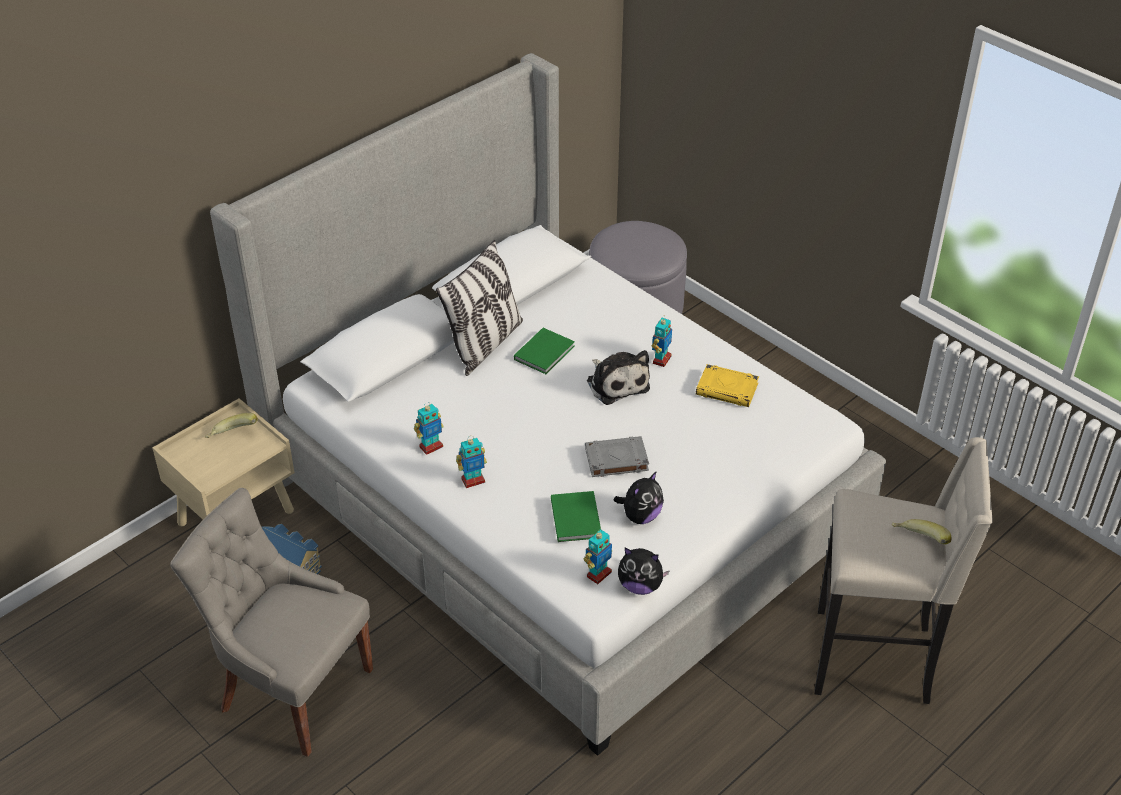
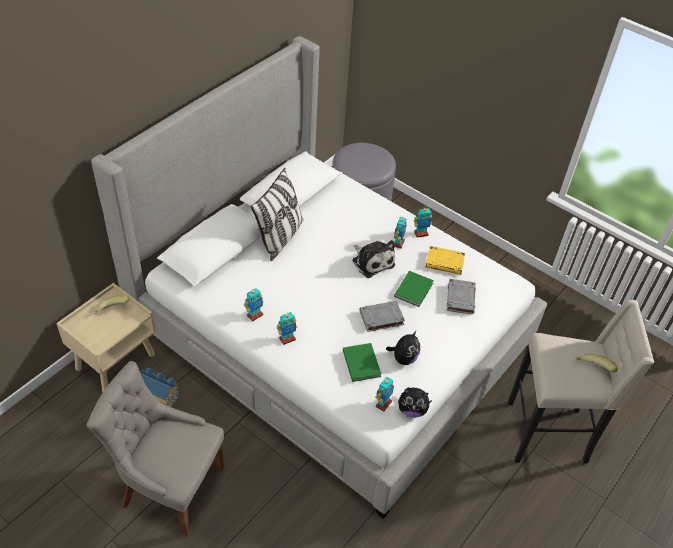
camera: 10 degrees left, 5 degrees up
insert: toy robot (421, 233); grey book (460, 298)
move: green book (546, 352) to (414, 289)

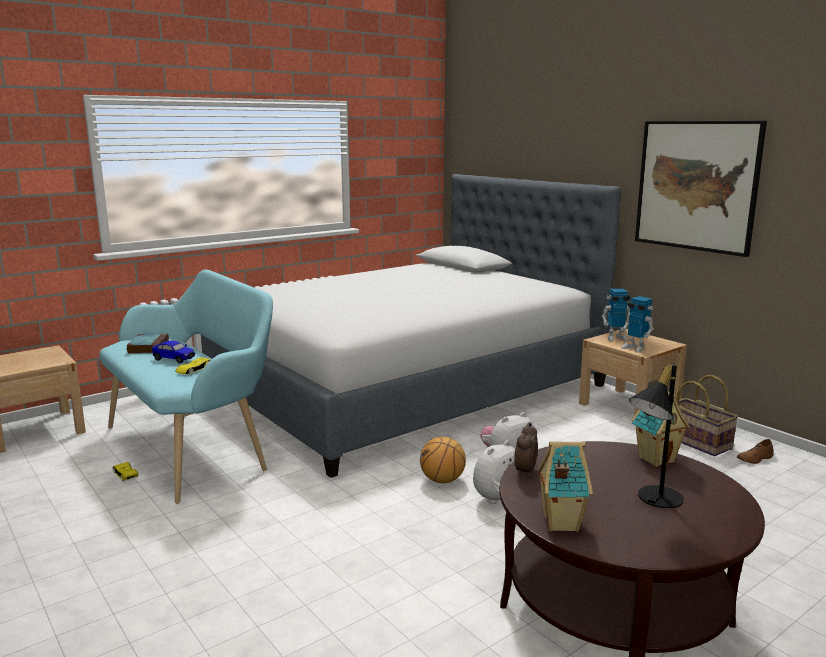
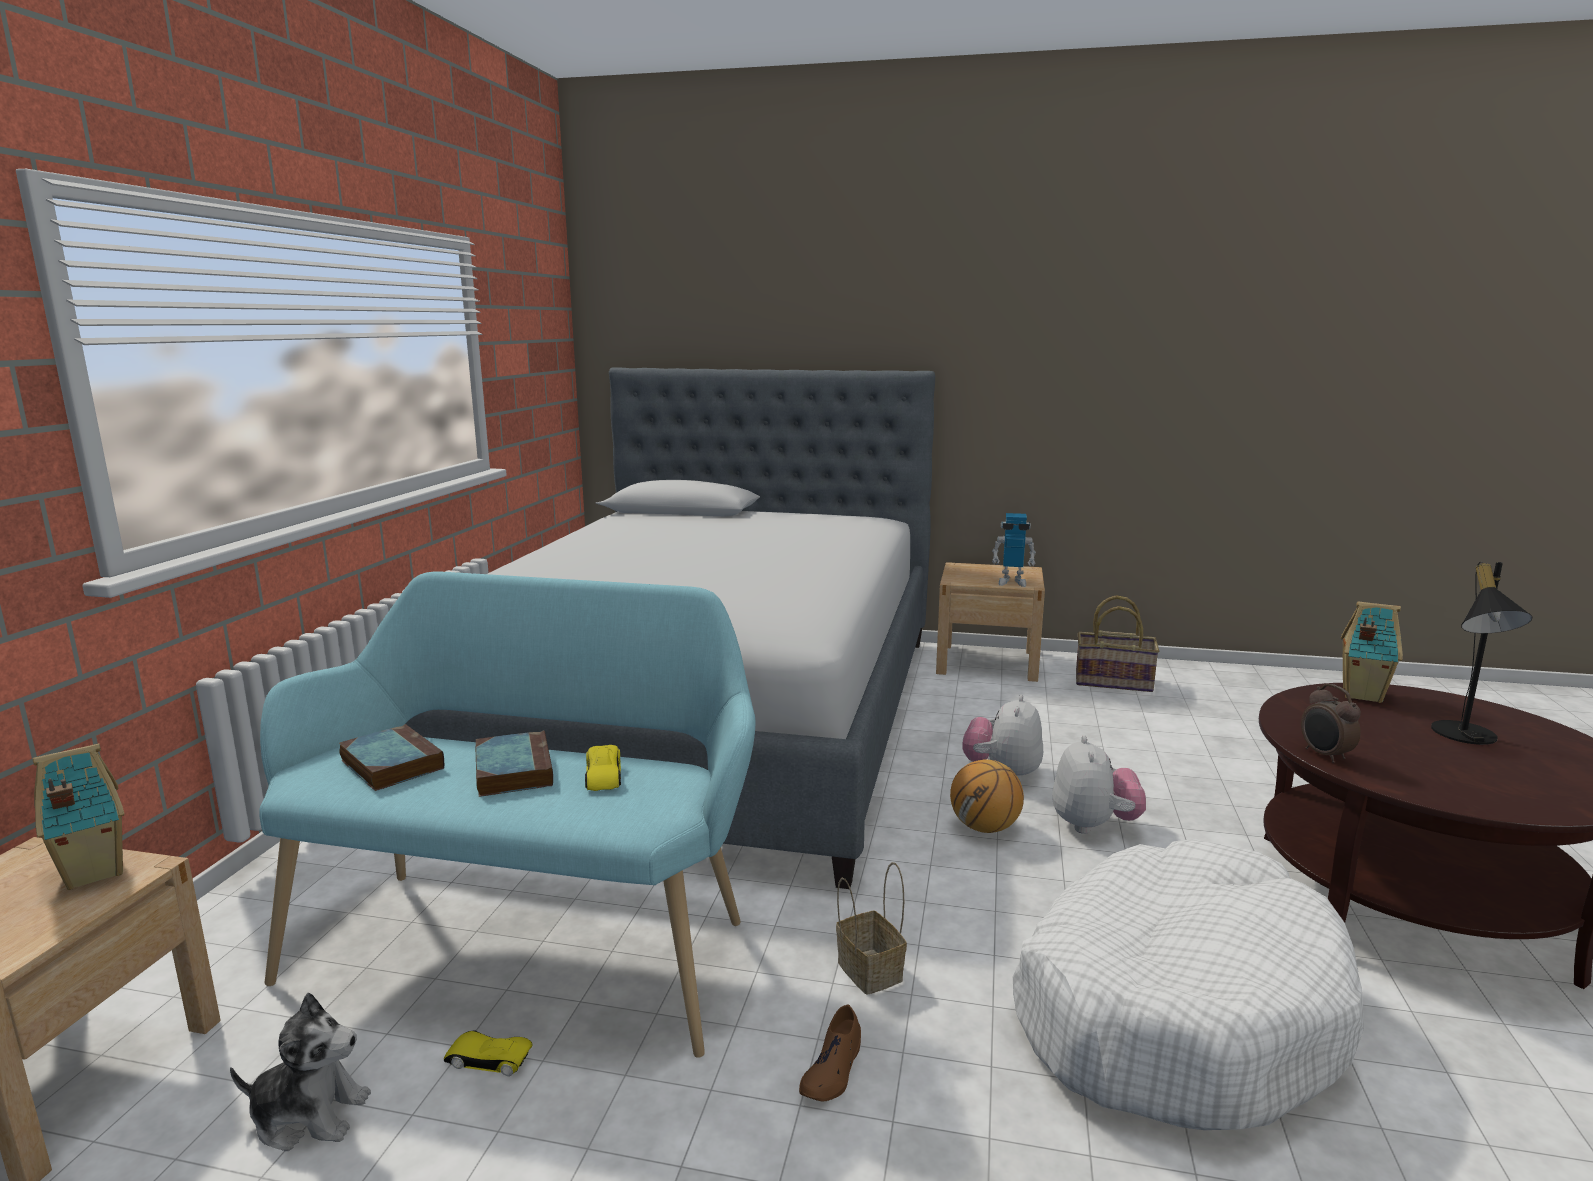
camera: 40 degrees left, 0 degrees up
delete: toy robot (615, 338); picture (696, 186)
insert: plush toy (309, 1115); basket (867, 970); white dog bed (1175, 1010)
move: toy house (560, 523) to (91, 873); brown shoe (755, 458) to (832, 1069)
replace: toy car (174, 359) to book (513, 769)

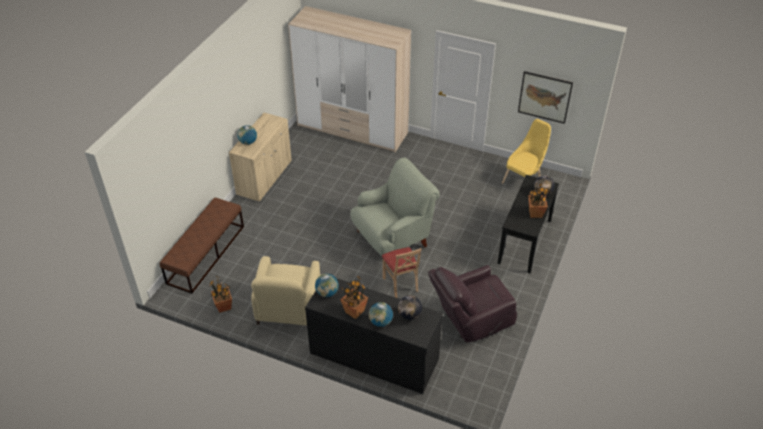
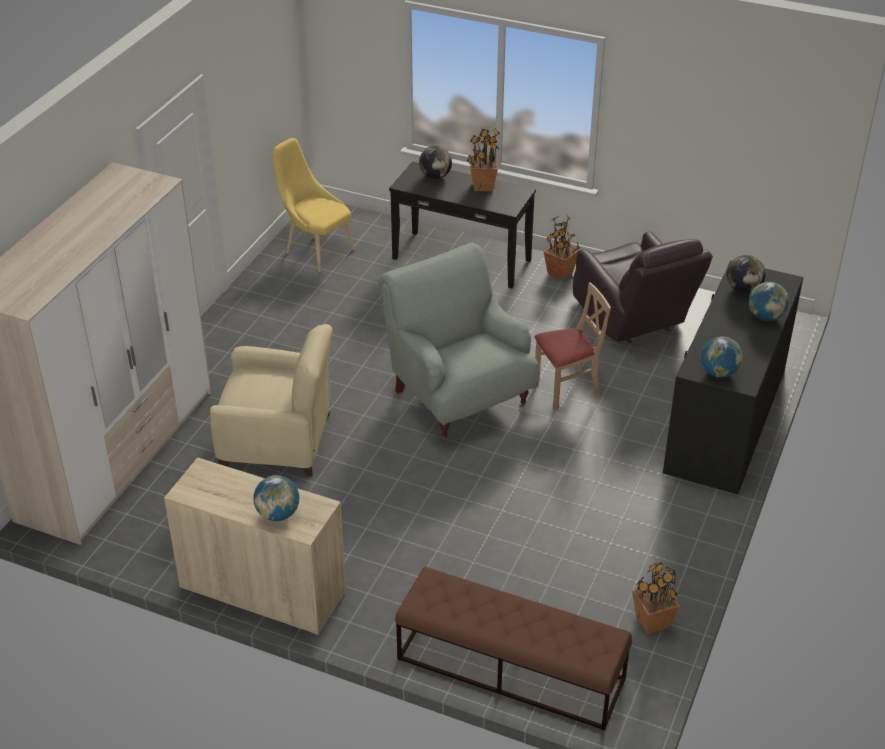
camera: 90 degrees left, 5 degrees down
delete: picture (545, 97)
move: beige armchair (288, 308) to (278, 441); potted plant (354, 311) to (560, 273)

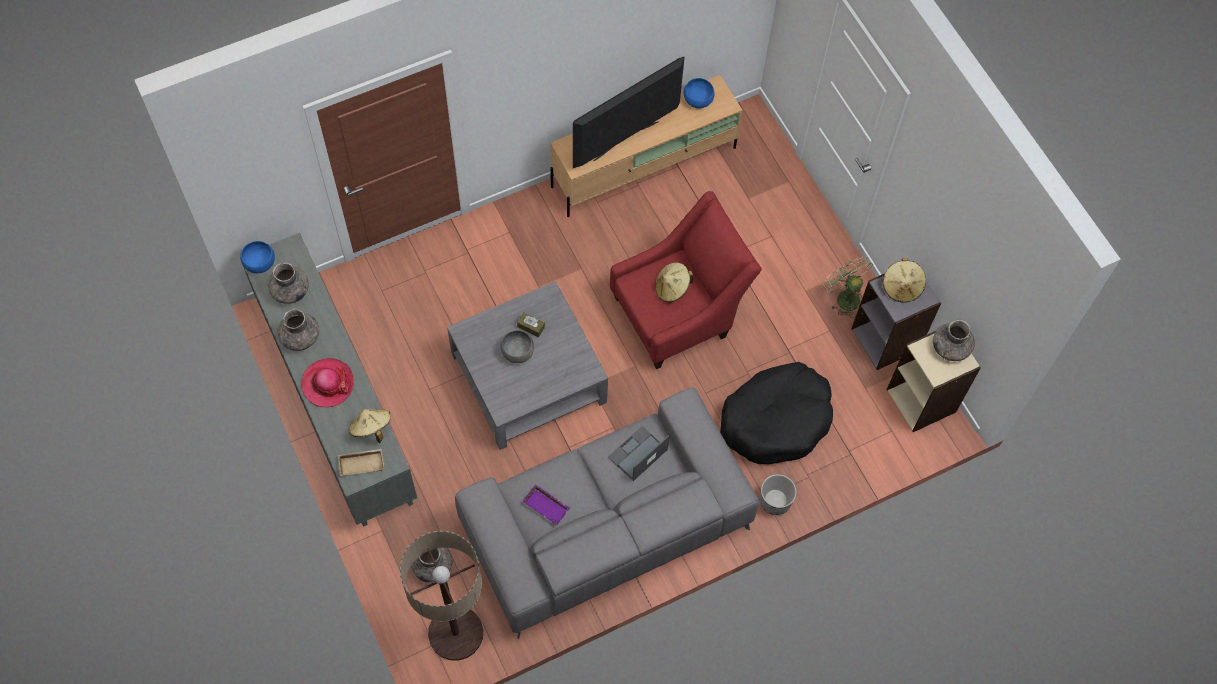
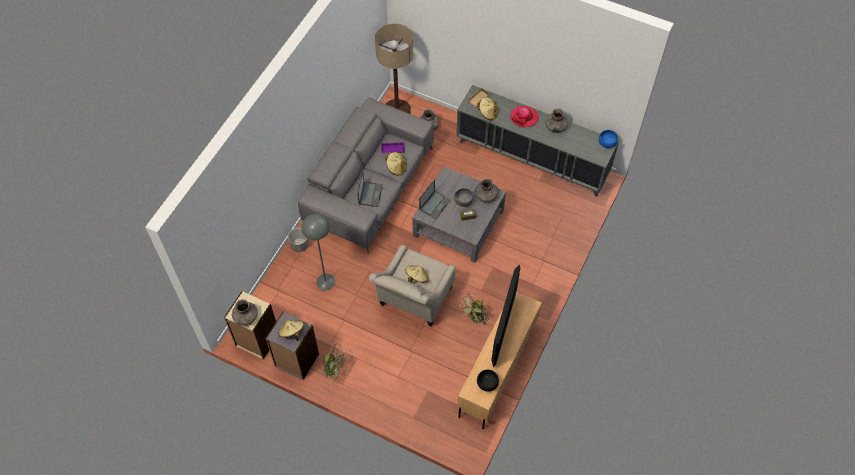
camera: 145 degrees right, 5 degrees down
insert: beige hat (396, 168); laptop (435, 204); green fan (475, 318)
move: grey vase (290, 291) to (486, 195)
replace: black dog bed (776, 419) to grey floor lamp (325, 281)
recolor: red armchair (678, 313) to beige armchair (413, 300); blue bowl (698, 100) to black bowl (487, 384)

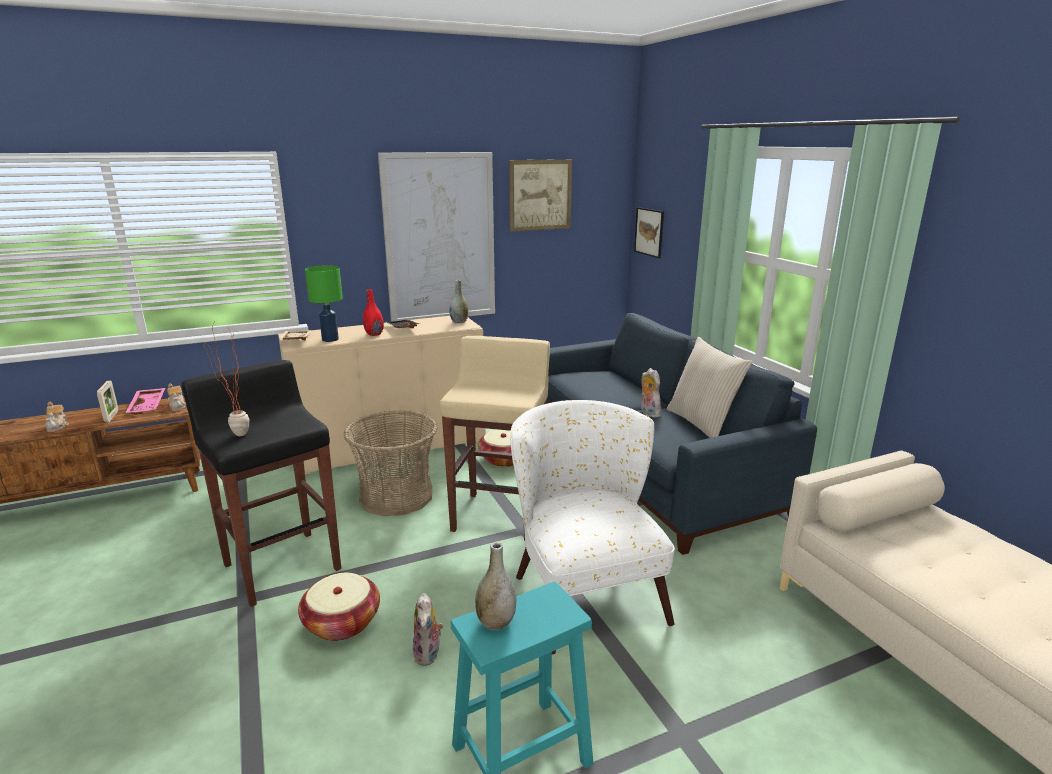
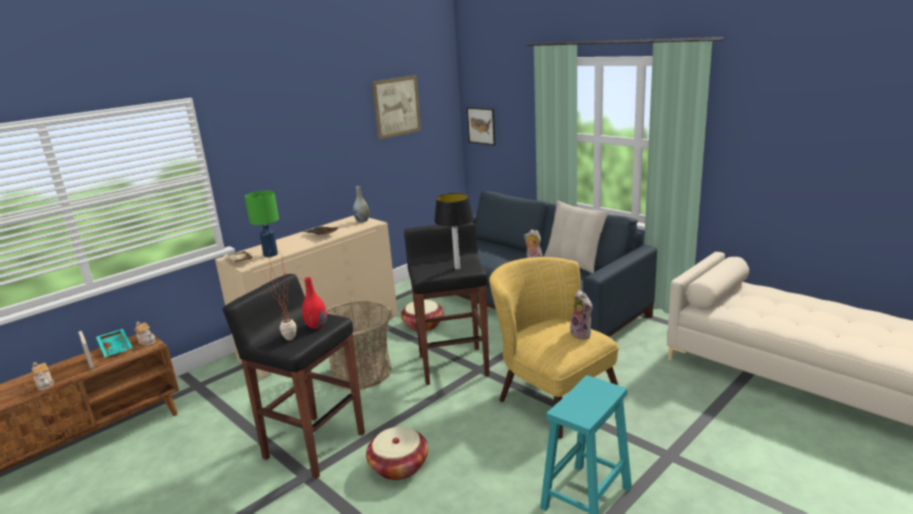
camera: 20 degrees left, 0 degrees up
delete: picture (440, 238); grey vase (496, 622)
insert: table lamp (457, 268)
move: red vase (374, 334) to (316, 326); plush toy (429, 654) to (582, 334)
recolor: pink tray (148, 406) to turquoise tray (116, 347); beige stool (499, 515) to black stool (453, 365); white armchair (583, 589) to yellow armchair (550, 395)

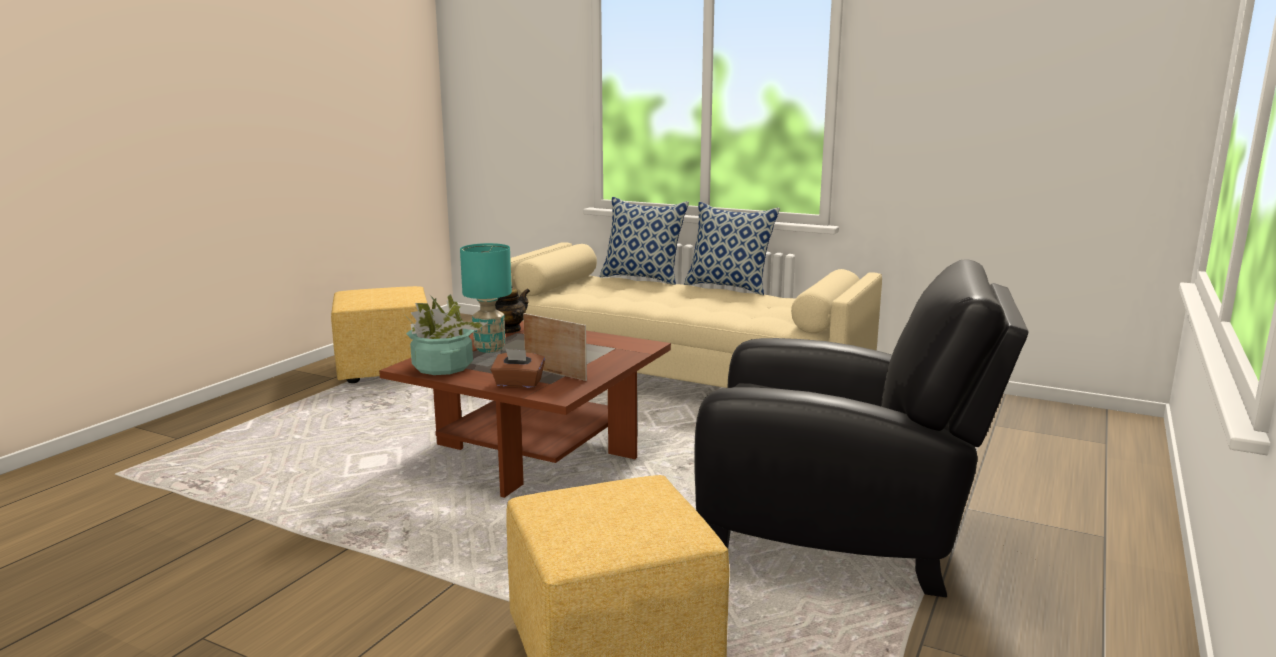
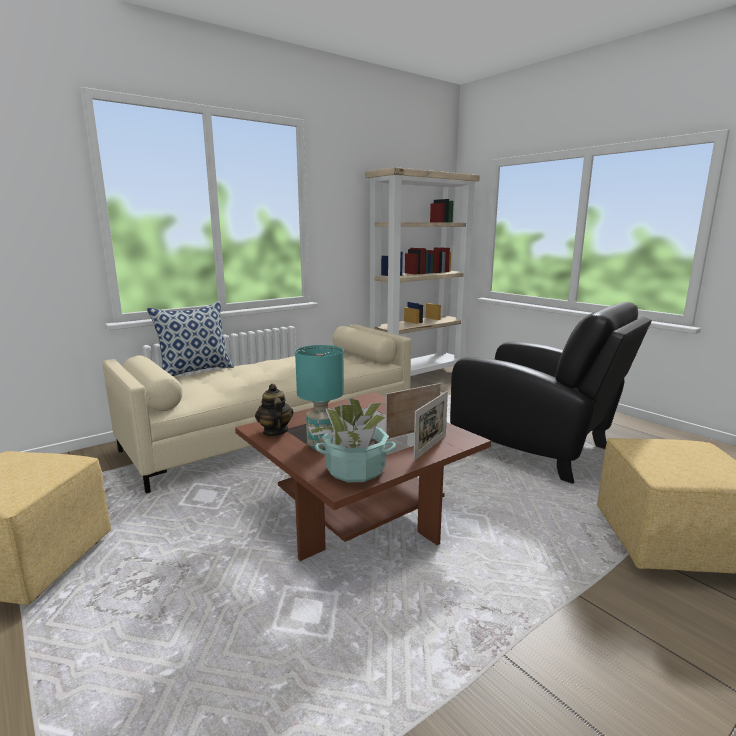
camera: 65 degrees left, 0 degrees up
delete: pillow (729, 287)
insert: beige bookcase (418, 377)
replace: brown tissue box (518, 384) to picture frame (430, 447)
rotate: black armchair (841, 534) = (536, 448) 90 degrees clockwise

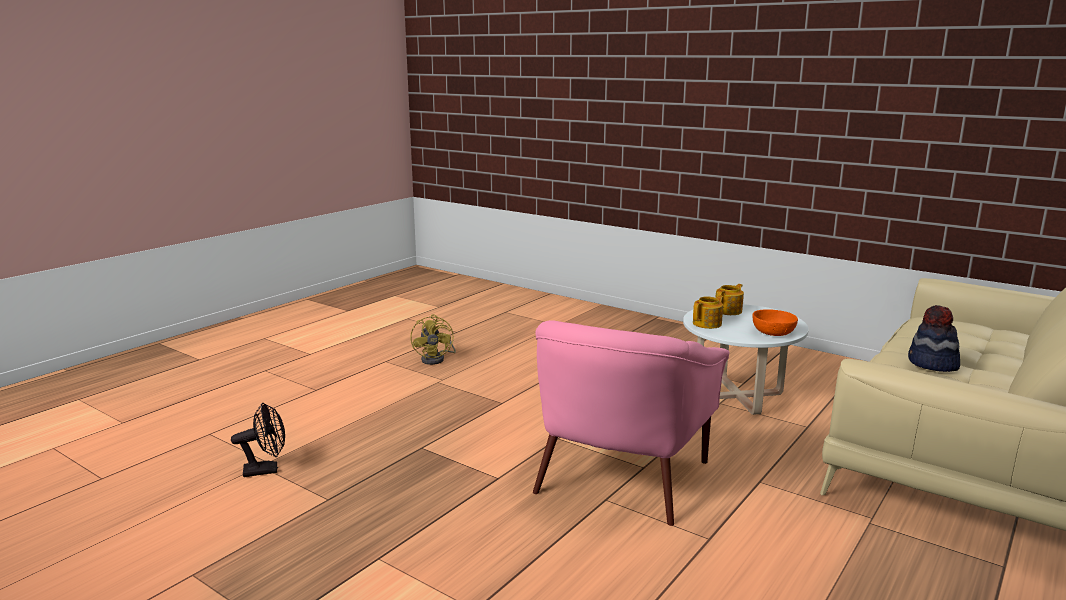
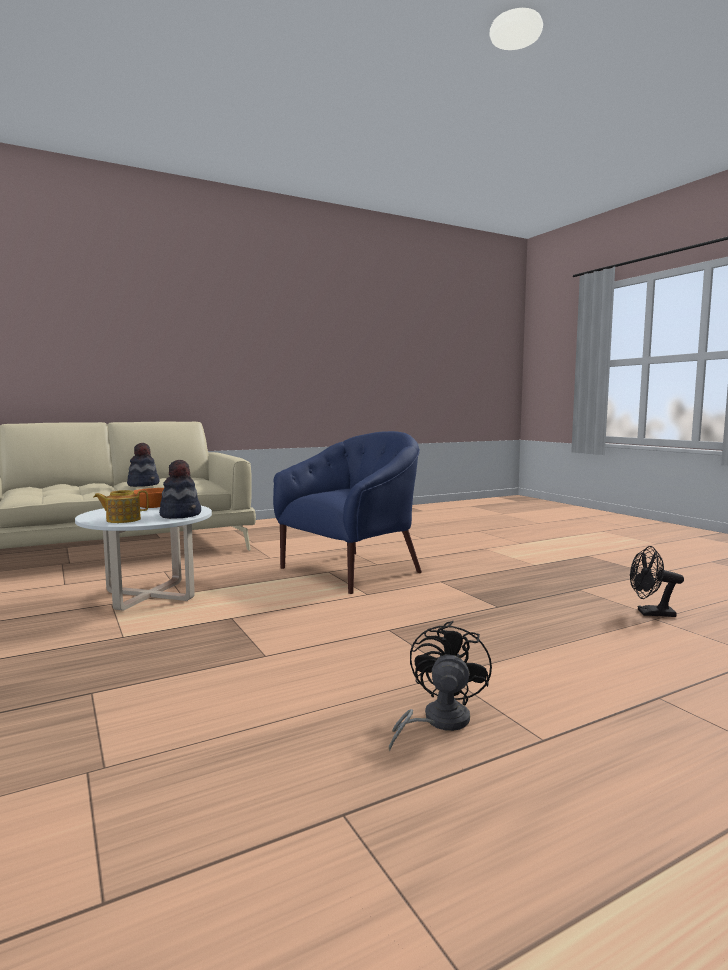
camera: 155 degrees left, 10 degrees down
replace: teapot (708, 323) to hat (181, 515)
recolor: yellow fan (436, 359) to black fan (438, 722); pink armchair (620, 477) to blue armchair (352, 570)

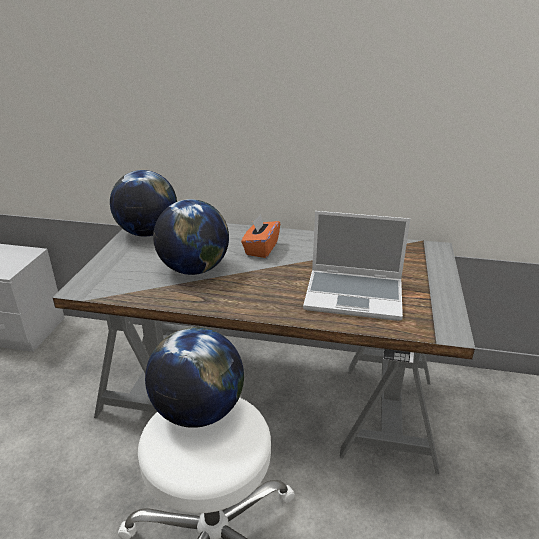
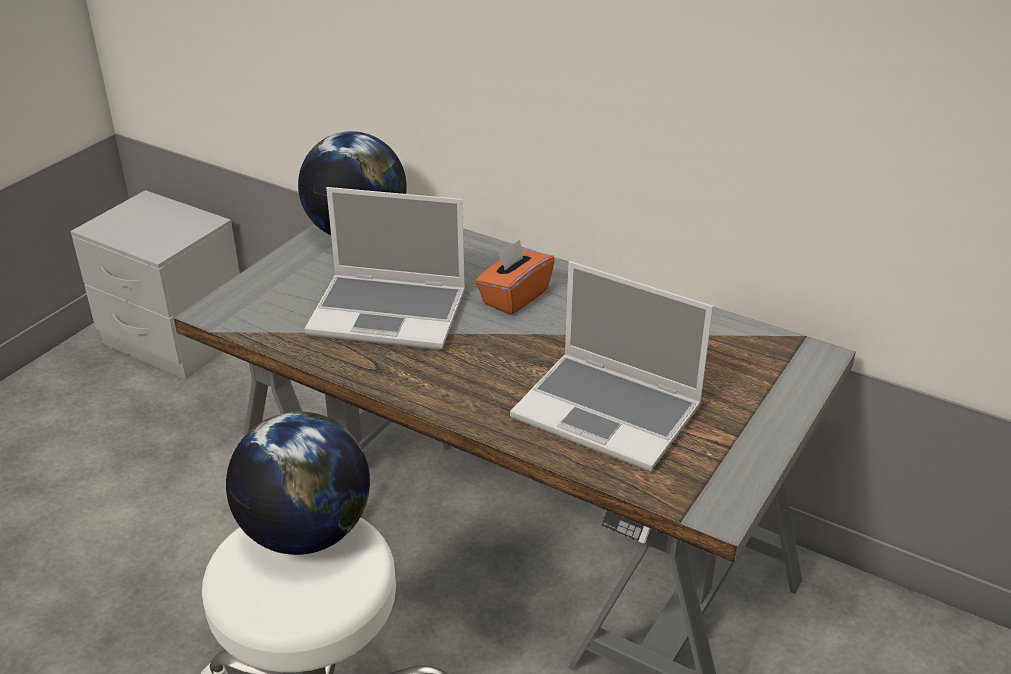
camera: 20 degrees right, 5 degrees up
replace: globe (194, 269) to laptop (390, 313)

